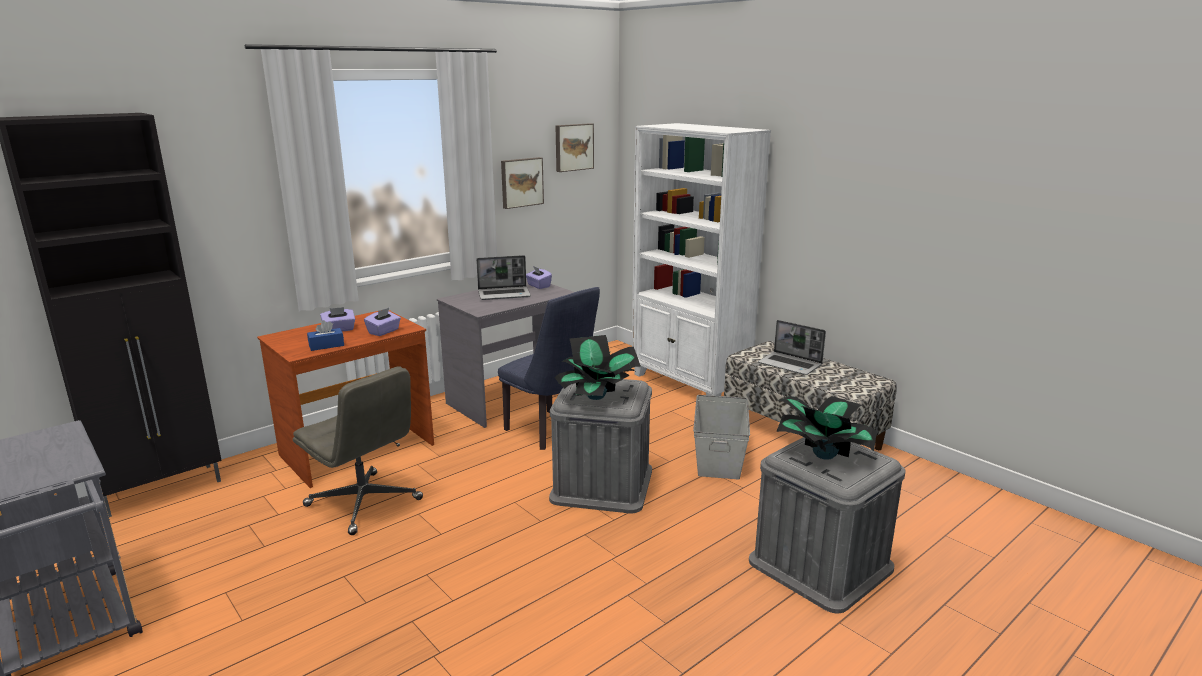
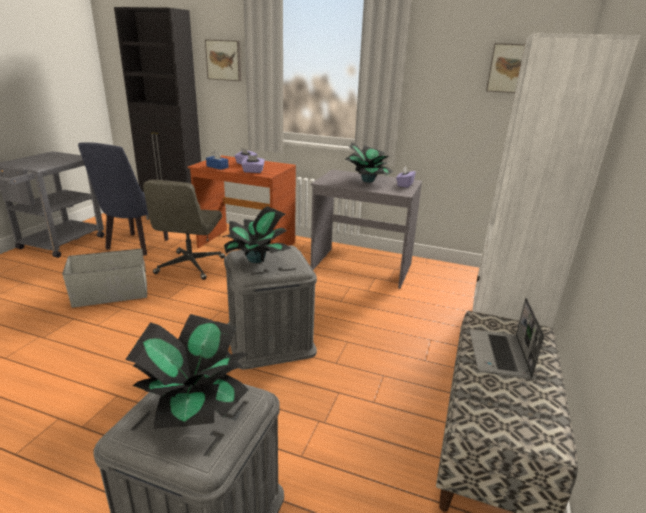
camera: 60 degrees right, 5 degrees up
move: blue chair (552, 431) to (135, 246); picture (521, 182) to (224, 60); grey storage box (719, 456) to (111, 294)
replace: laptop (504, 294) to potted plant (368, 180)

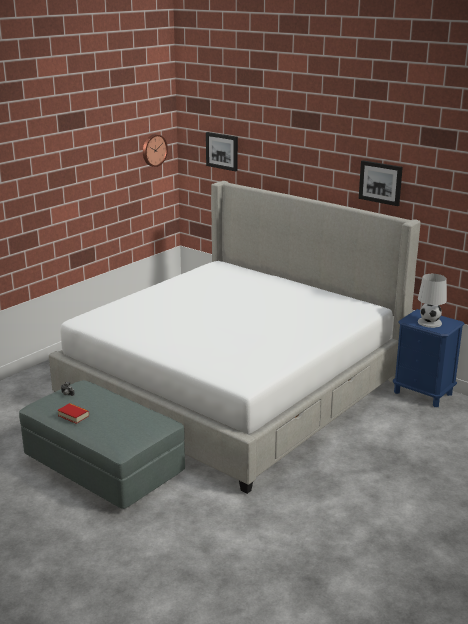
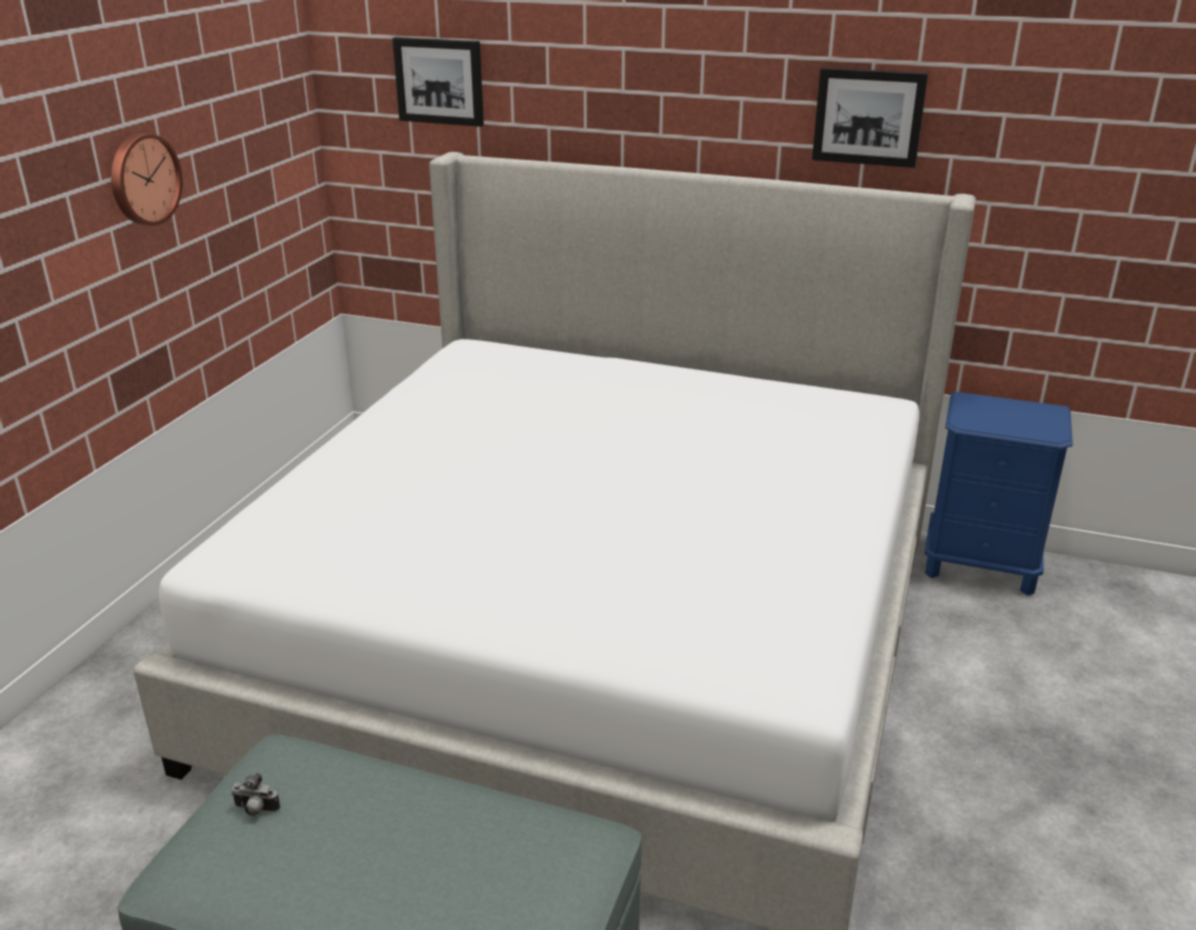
camera: 20 degrees left, 5 degrees up
delete: book (73, 416); white table lamp (429, 322)
move: wall clock (153, 150) to (143, 179)

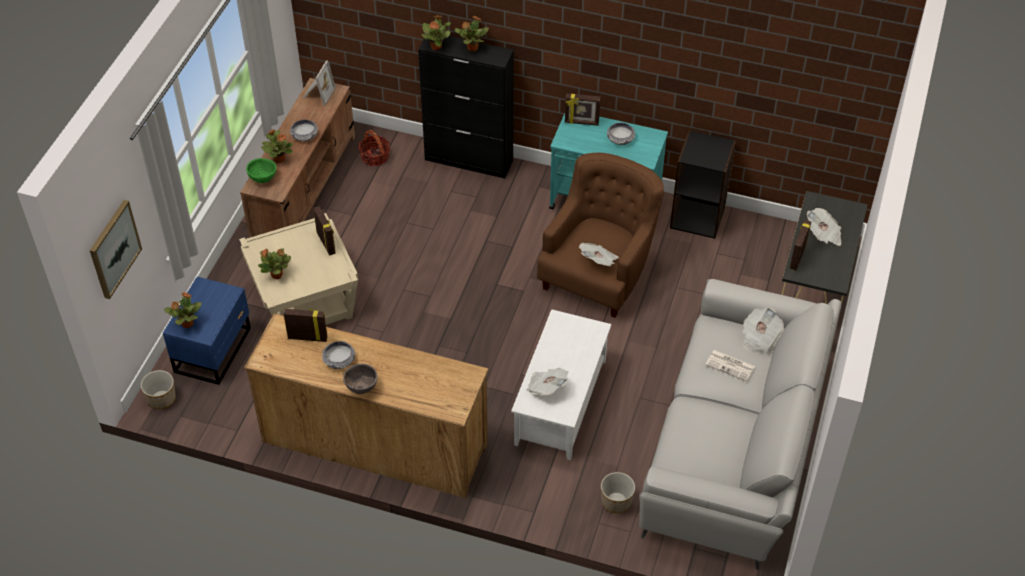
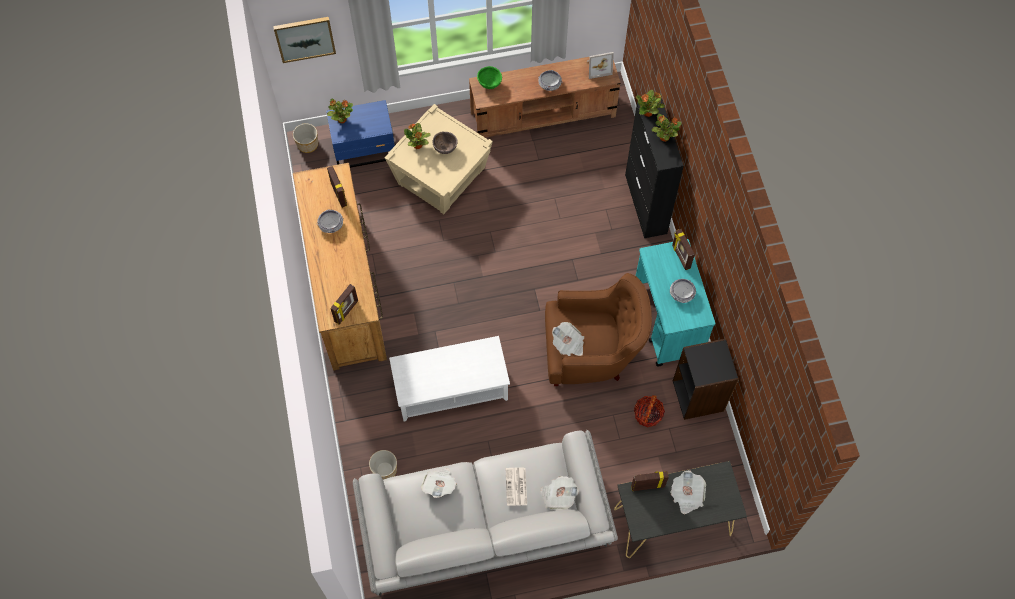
camera: 60 degrees right, 15 degrees up
delete: potted plant (279, 159)
move: picture frame (326, 243) to (347, 311); brown bowl (361, 388) to (445, 149); basket (375, 157) to (648, 415); newspaper (546, 387) to (440, 485)

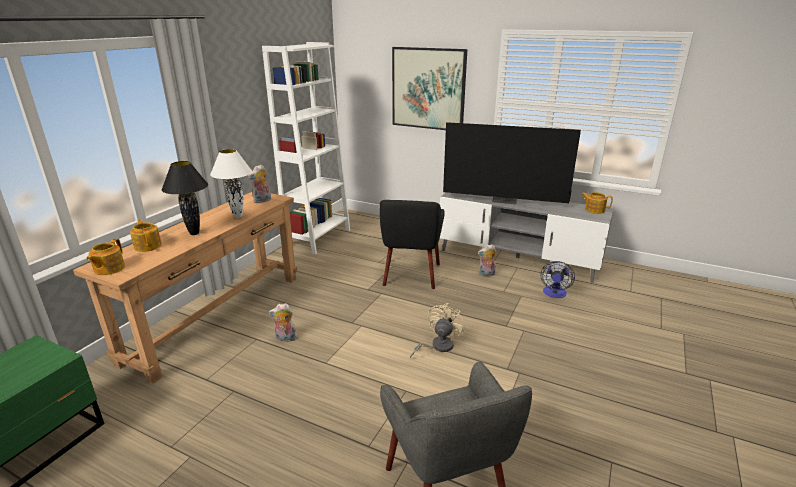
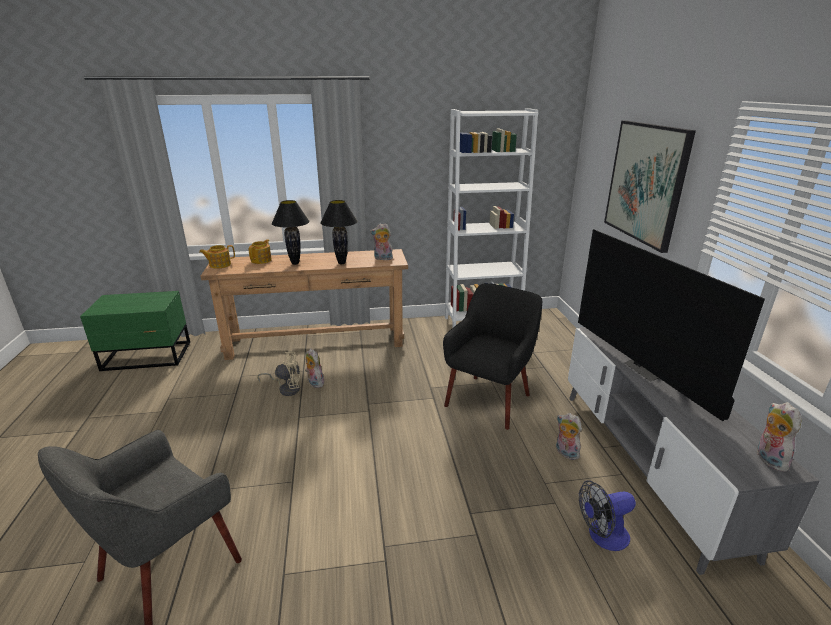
camera: 55 degrees right, 0 degrees up
move: beige fan (437, 346) to (287, 388)
replace: teapot (594, 210) to plush toy (768, 459)
recolor: white table lamp (237, 216) to black table lamp (341, 263)
rotate: black armchair (410, 275) = (489, 400) 150 degrees clockwise

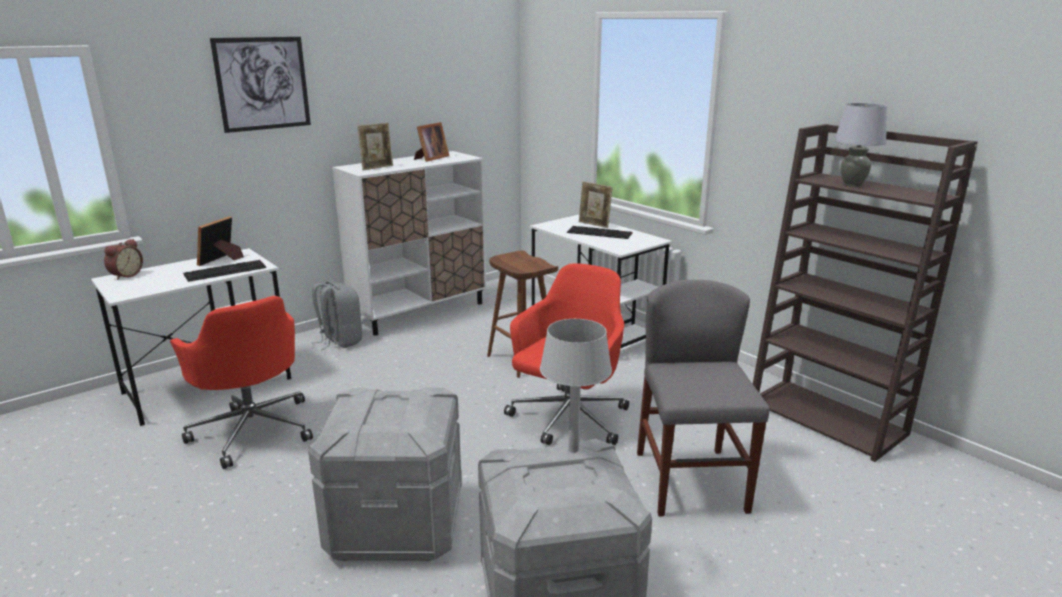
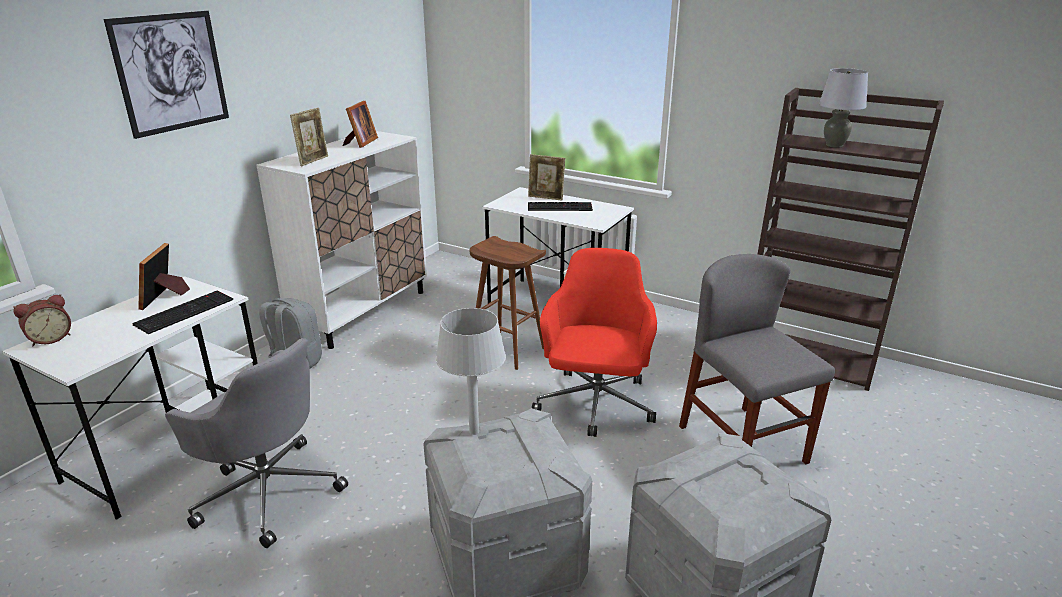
camera: 20 degrees left, 5 degrees up
move: grey table lamp (574, 449) to (474, 431)
recolor: red office chair (253, 429) to grey office chair (268, 491)
rotate: alarm clock (125, 275) = (50, 338) 45 degrees clockwise

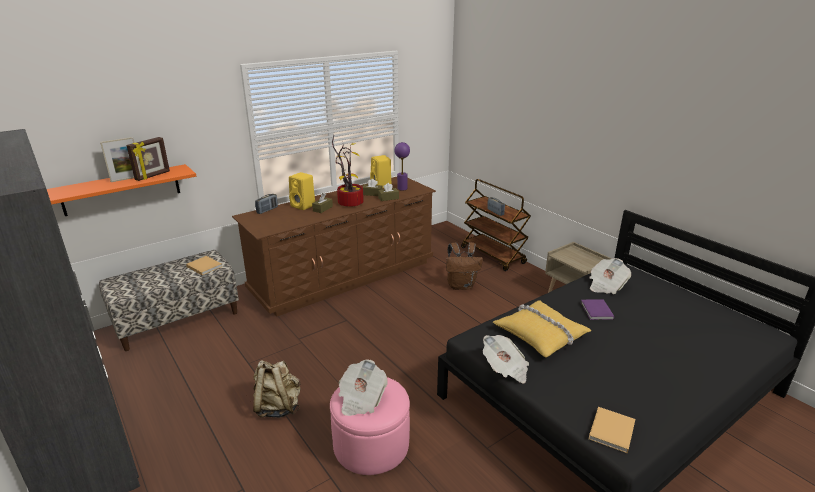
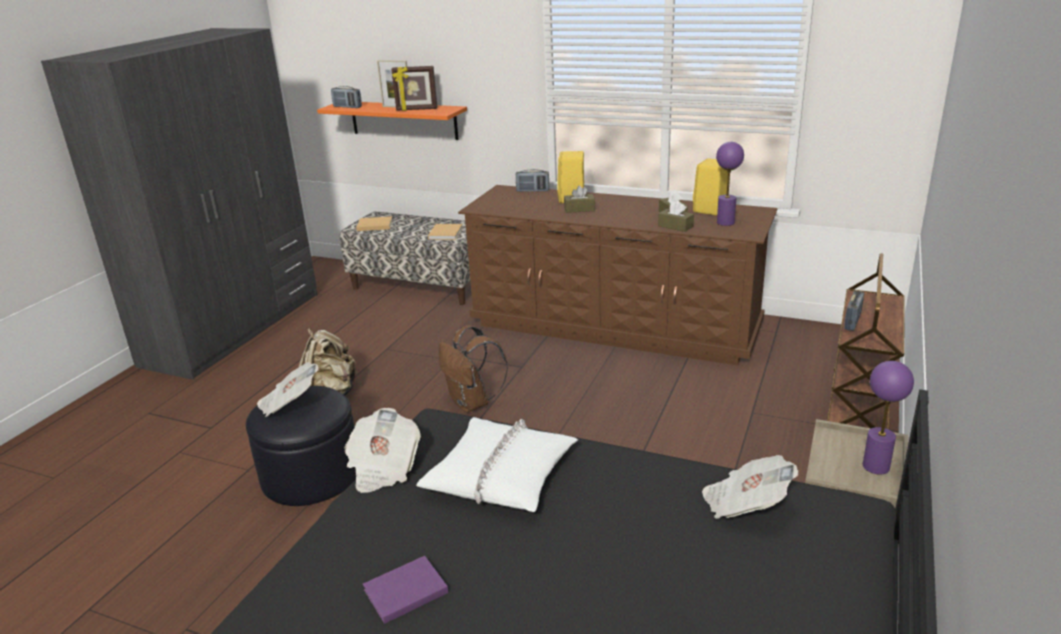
camera: 60 degrees right, 0 degrees up
delete: potted plant (348, 202)
insert: radio (347, 107); purple table lamp (876, 467)
move: brown backpack (461, 285) to (472, 403); purple book (596, 311) to (403, 591); beige book (611, 432) to (373, 225)
recolor: pink ottoman (371, 444) to black ottoman (311, 475); yellow pillow (541, 334) to white pillow (501, 475)

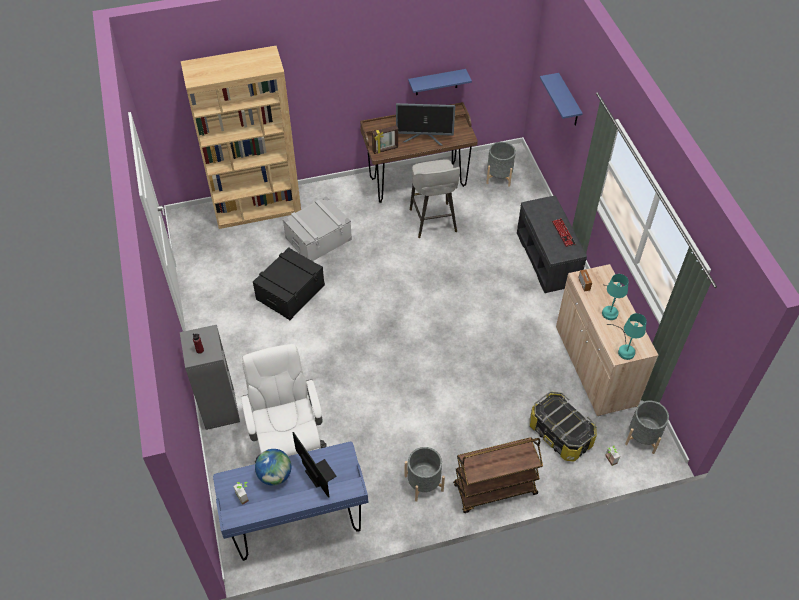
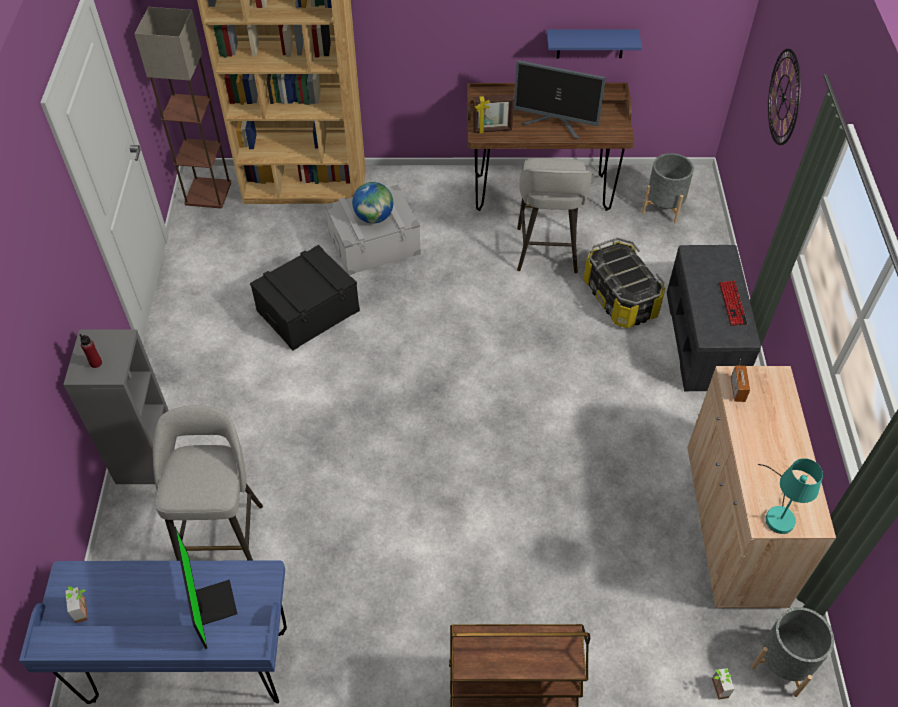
camera: 15 degrees right, 0 degrees up
delete: grey planter (423, 483); turquoise table lamp (610, 309)
insert: floor lamp (207, 193)
move: globe (275, 475) to (374, 217); storage box (560, 434) to (621, 298)
replace: white office chair (288, 444) to grey stool (223, 535); blue shelf (568, 101) to wall clock (784, 97)

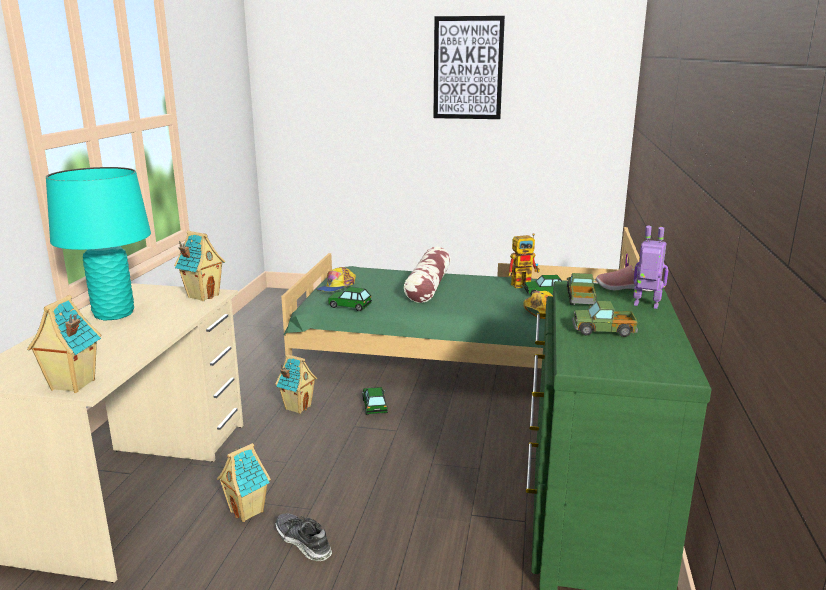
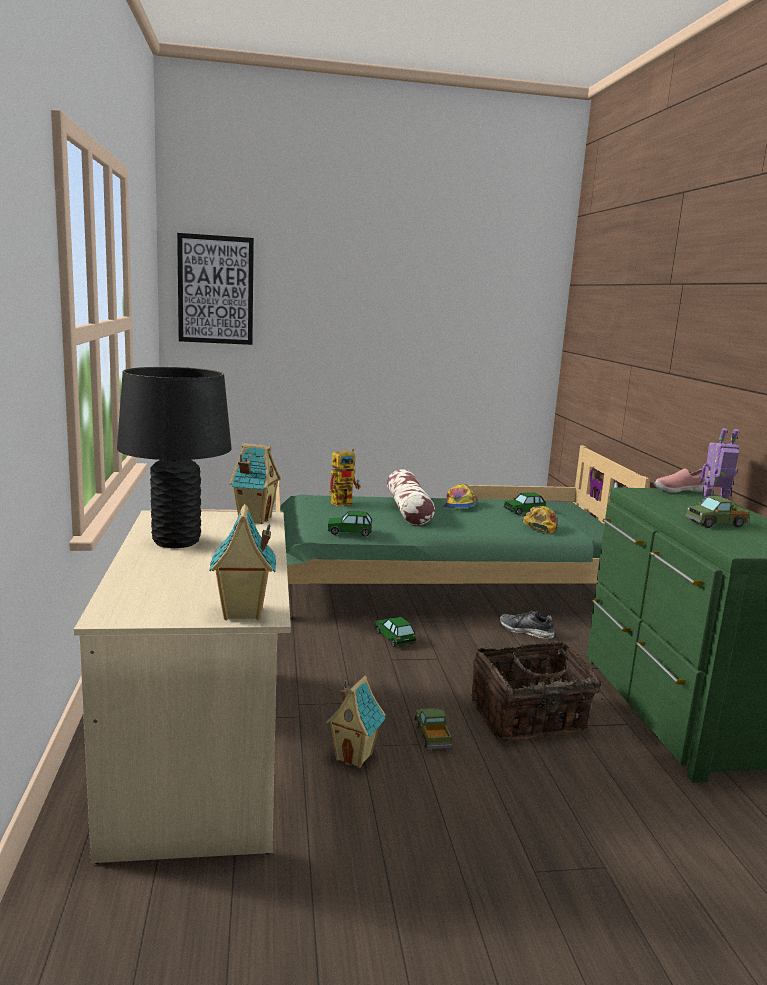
camera: 20 degrees left, 5 degrees down
delete: toy house (297, 407)
insert: basket (529, 718)
move: shoe (303, 542) to (526, 631); cap (337, 287) to (459, 505); picture (468, 68) to (215, 290); toy robot (524, 284) to (345, 502); toy truck (580, 299) to (432, 736)
recolor: turquoise table lamp (113, 314) to black table lamp (176, 541)

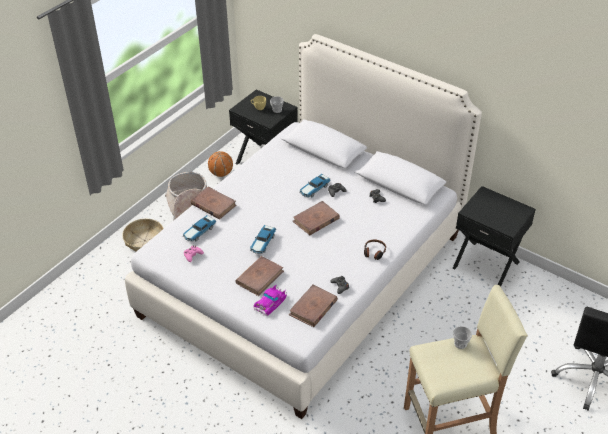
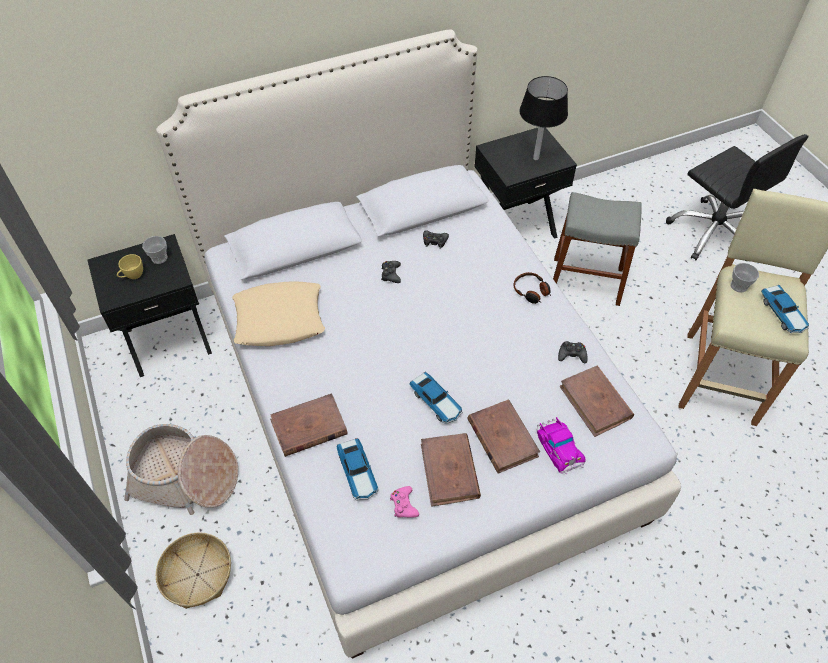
camera: 60 degrees left, 10 degrees up
delete: basketball (221, 173)
insert: beige pillow (279, 319); black table lamp (536, 158); grey stool (586, 281)
move: brown book (316, 220) to (449, 471); toy car (314, 189) to (782, 314)

